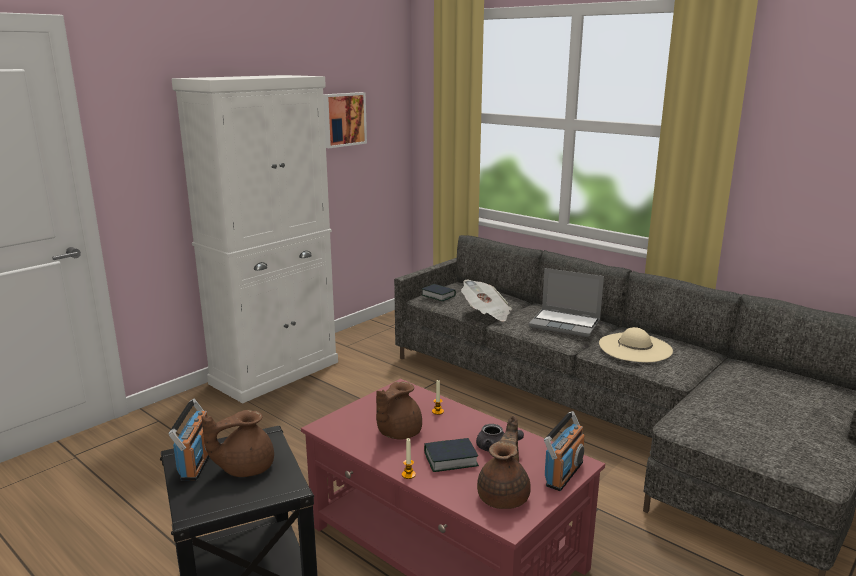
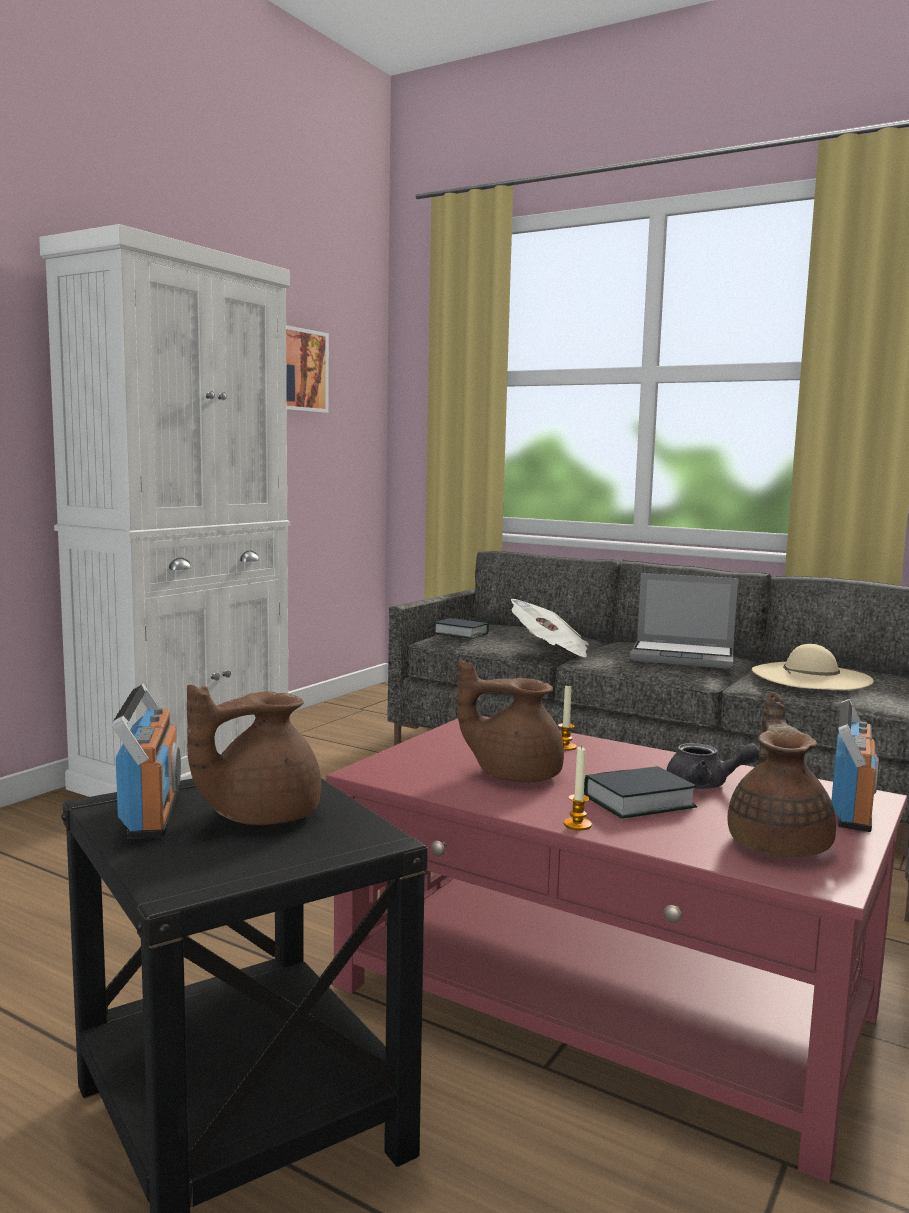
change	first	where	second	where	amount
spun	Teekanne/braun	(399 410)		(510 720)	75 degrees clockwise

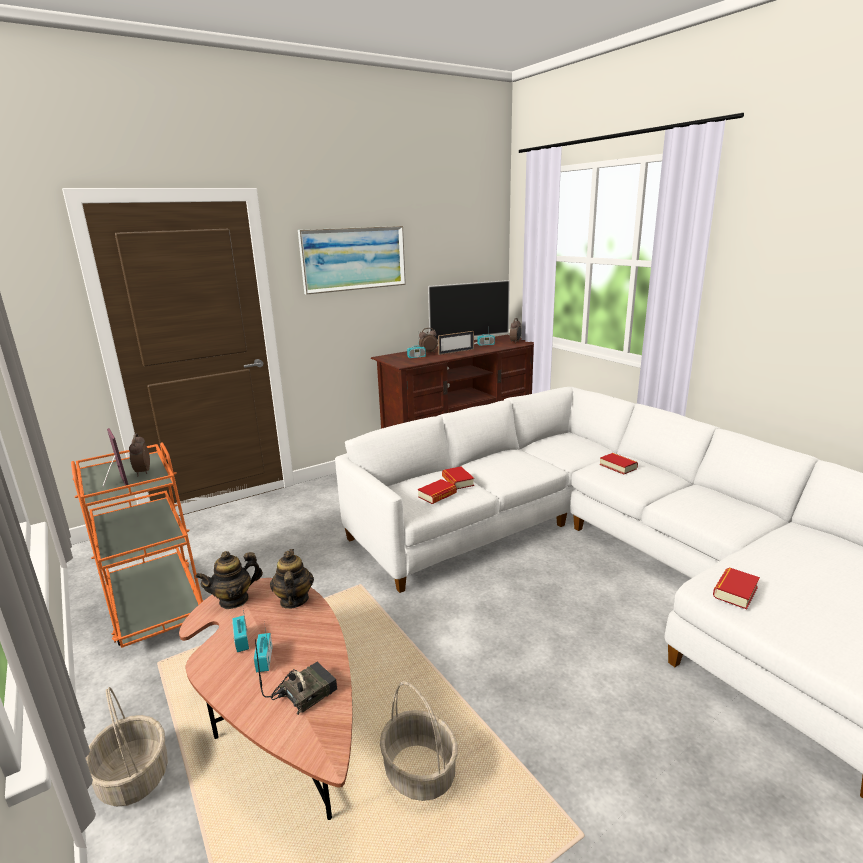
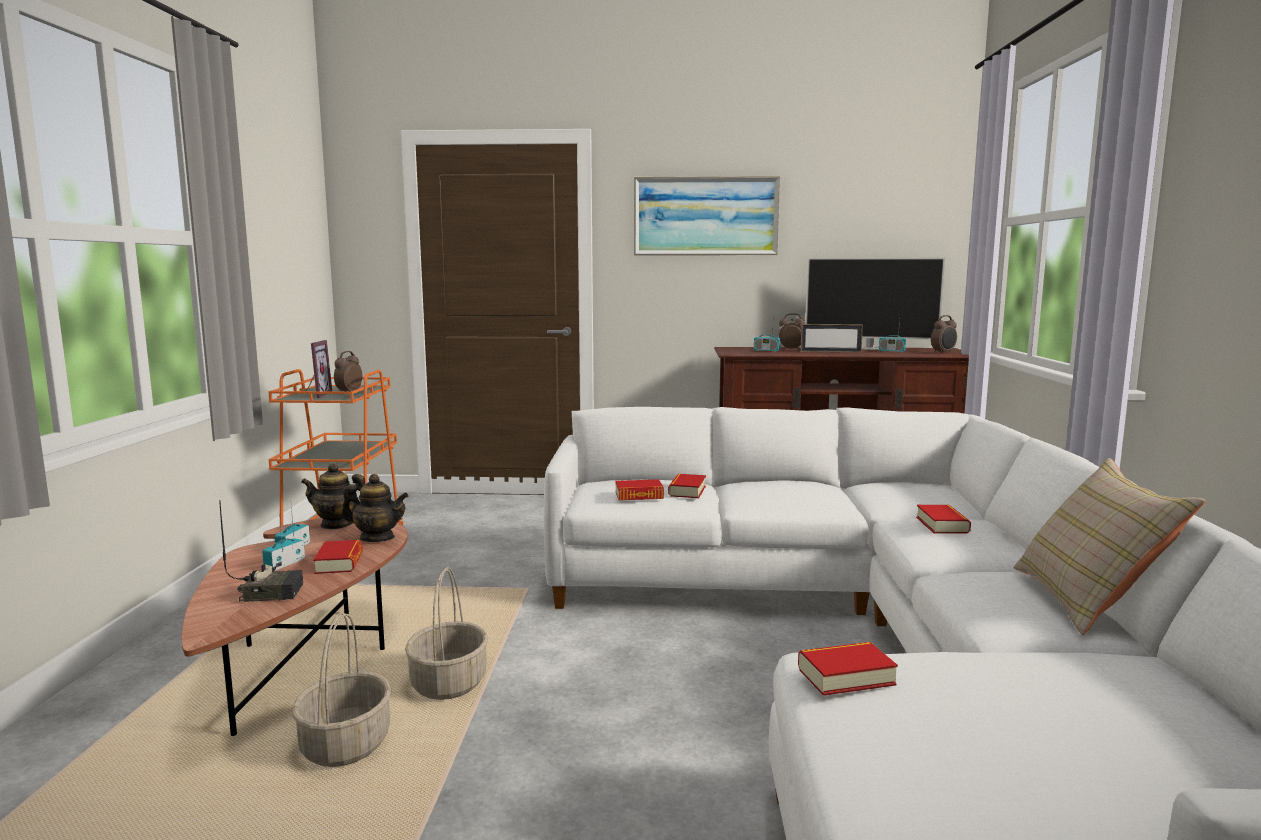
change	first	where	second	where	amount
relocated	Korb	(127 746)		(446 633)	
spun	Teekanne	(292 579)		(375 508)	75 degrees clockwise
appeared			Buch	(338 557)	
appeared			Kissen/beige	(1110 546)	

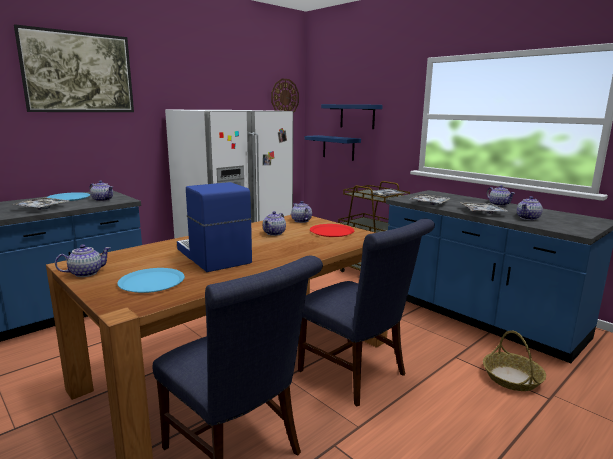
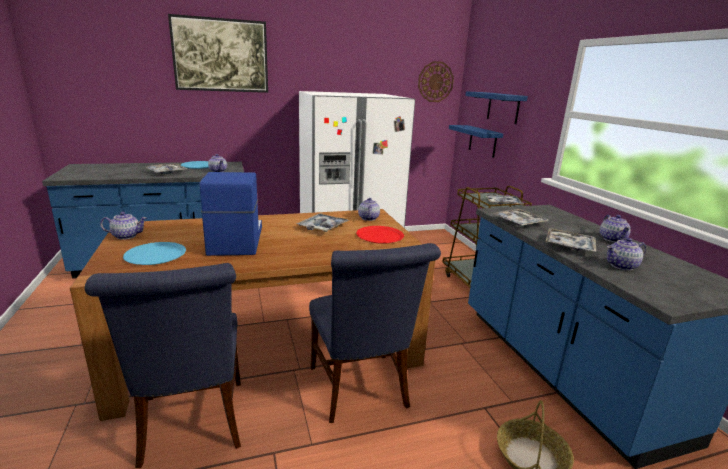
change	first	where	second	where	amount
exchanged	Teekanne	(274 223)	Tablett	(322 222)	

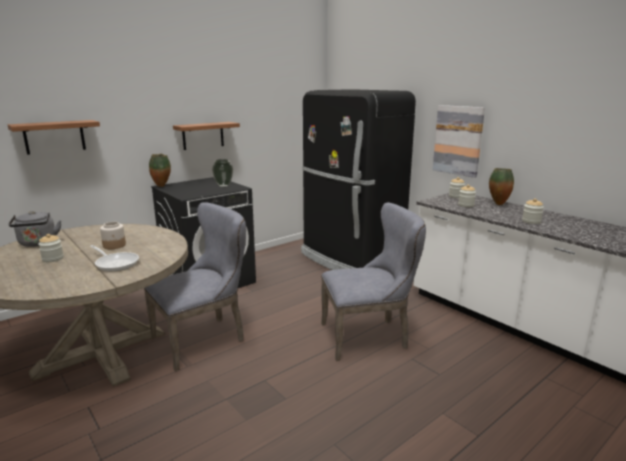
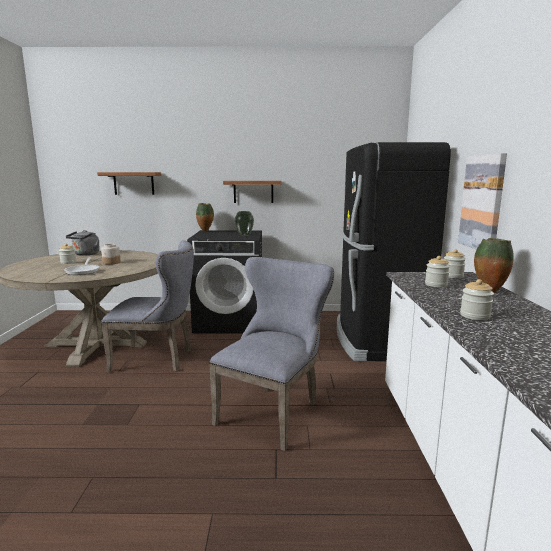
change	first	where	second	where	amount
spun	Stuhl/grau	(373 282)		(271 354)	90 degrees counterclockwise

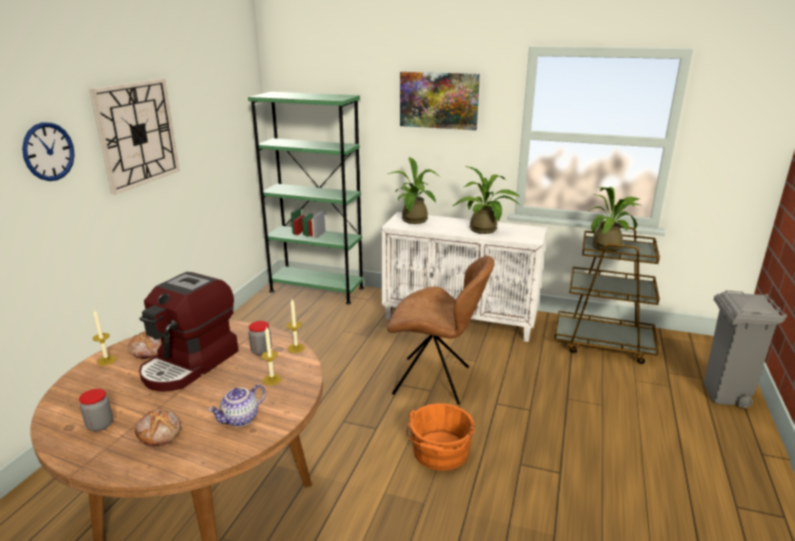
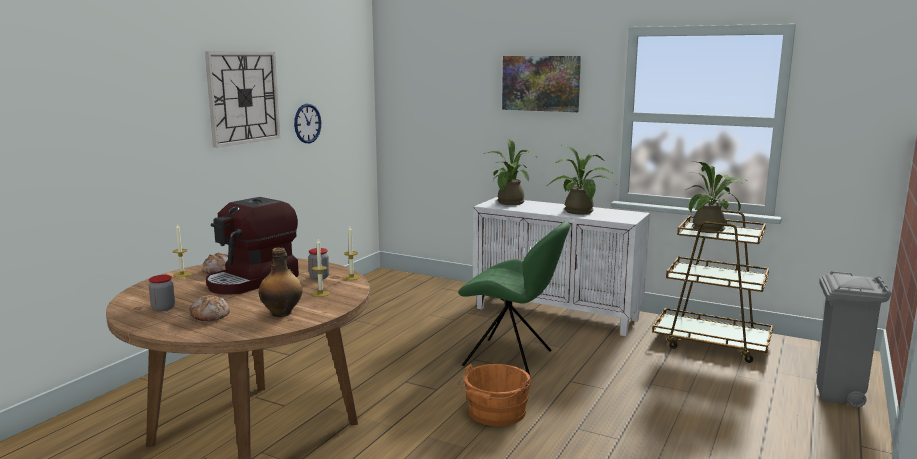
change	first	where	second	where	amount
relocated	Wanduhr	(48 151)		(307 123)	
exchanged	Teekanne	(237 405)	Flasche	(280 282)	
missing	Bücherregal/grün	(306 198)			
colour	Stuhl/braun	(441 330)	Stuhl/grün	(514 299)	

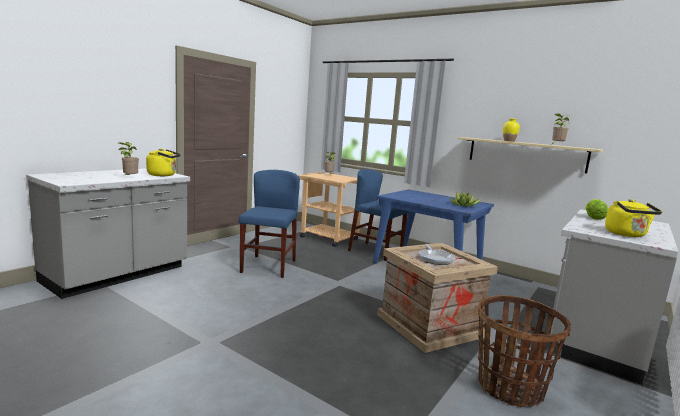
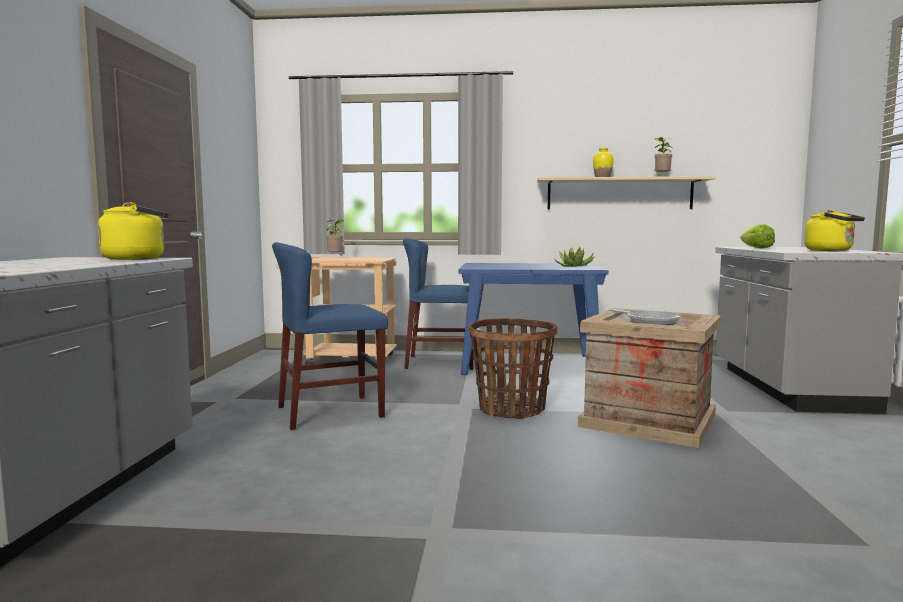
change	first	where	second	where	amount
missing	Topfpflanze	(129 159)			
spun	Stuhl/blau	(269 224)		(330 336)	90 degrees counterclockwise
relocated	Korb	(524 351)		(513 368)	

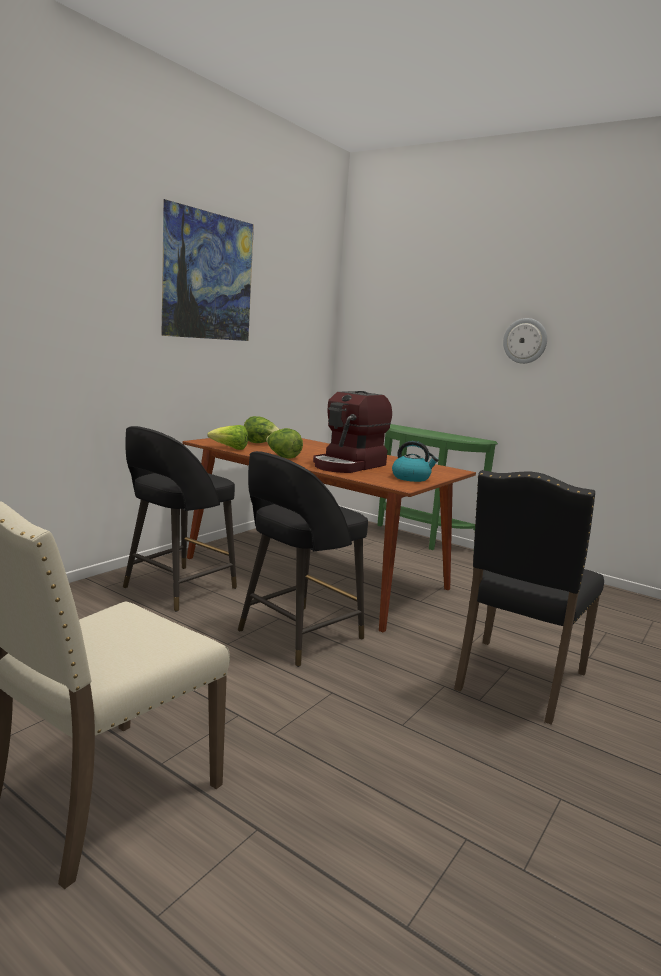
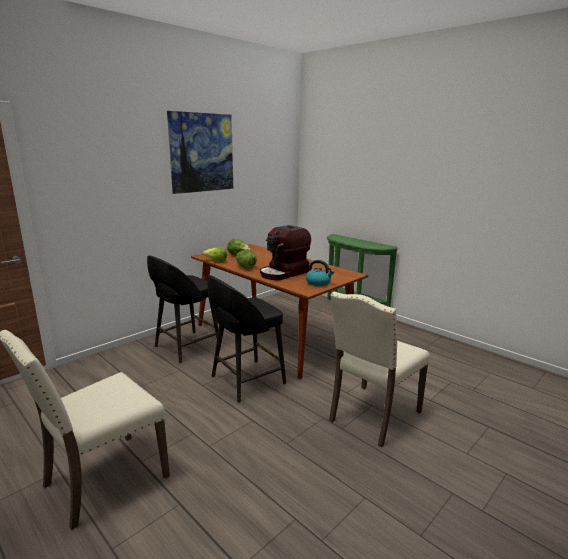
change	first	where	second	where	amount
colour	Stuhl/schwarz	(529 597)	Stuhl/beige	(379 369)	
missing	Wanduhr	(525 341)			

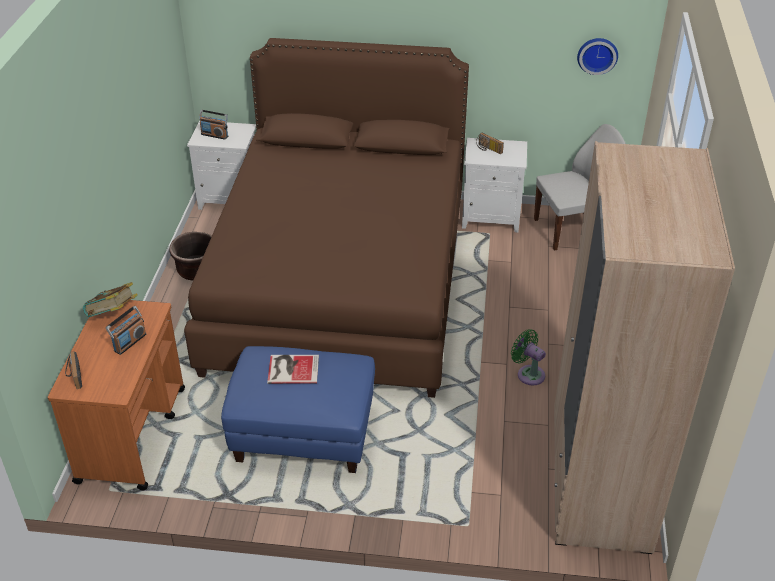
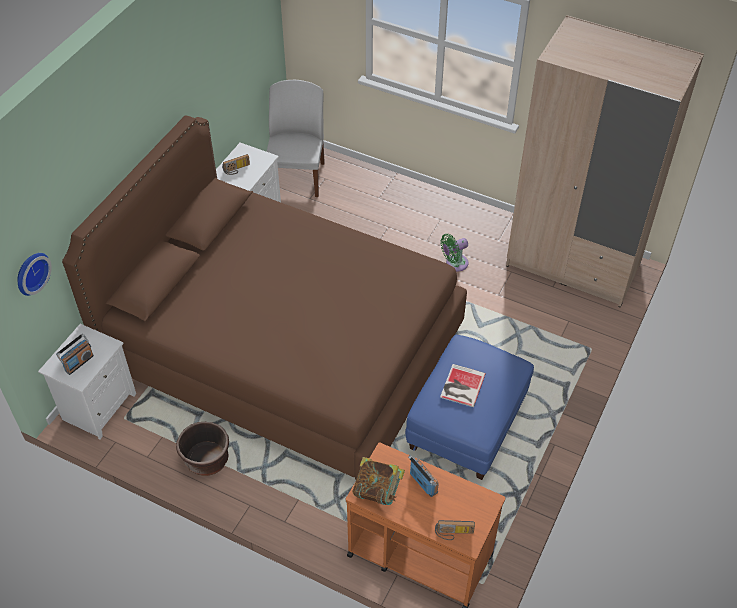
change	first	where	second	where	amount
relocated	Wanduhr	(597 56)		(34 274)	

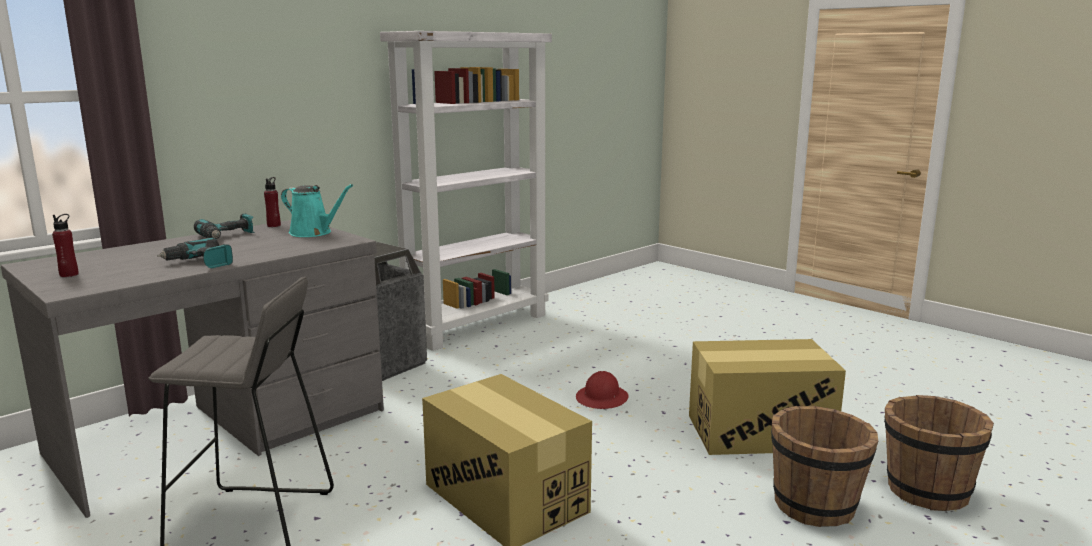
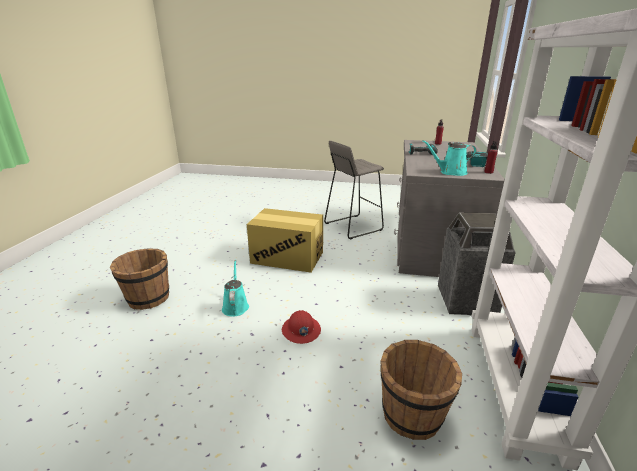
change	first	where	second	where	amount
missing	Karton	(767 397)			
relocated	Eimer/braun	(939 453)		(421 390)	
appeared			Gießkanne/türkis	(235 288)	

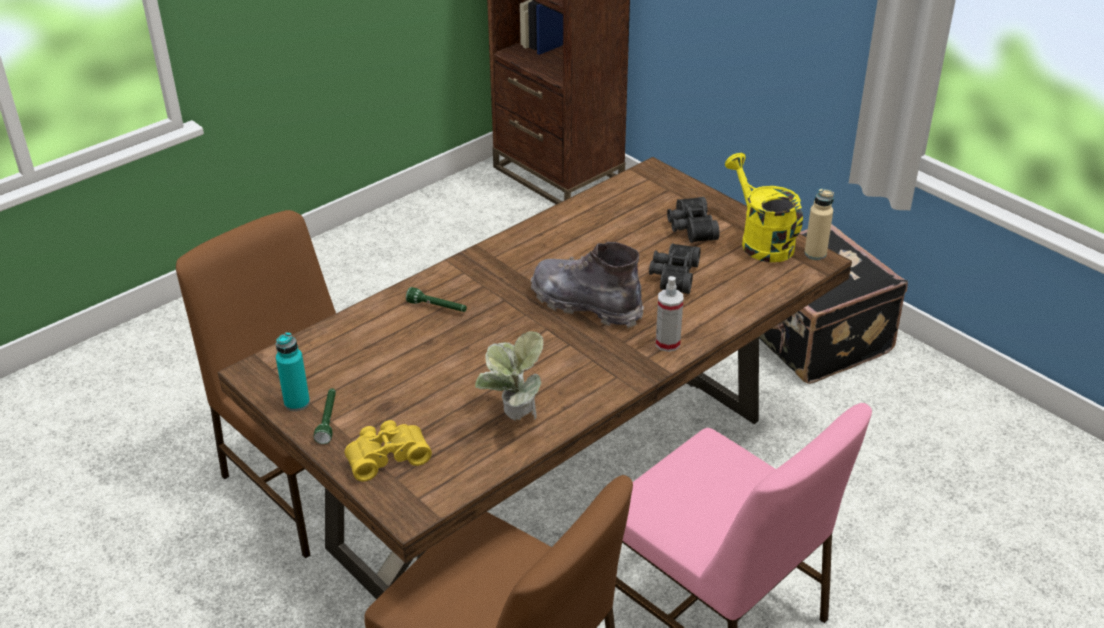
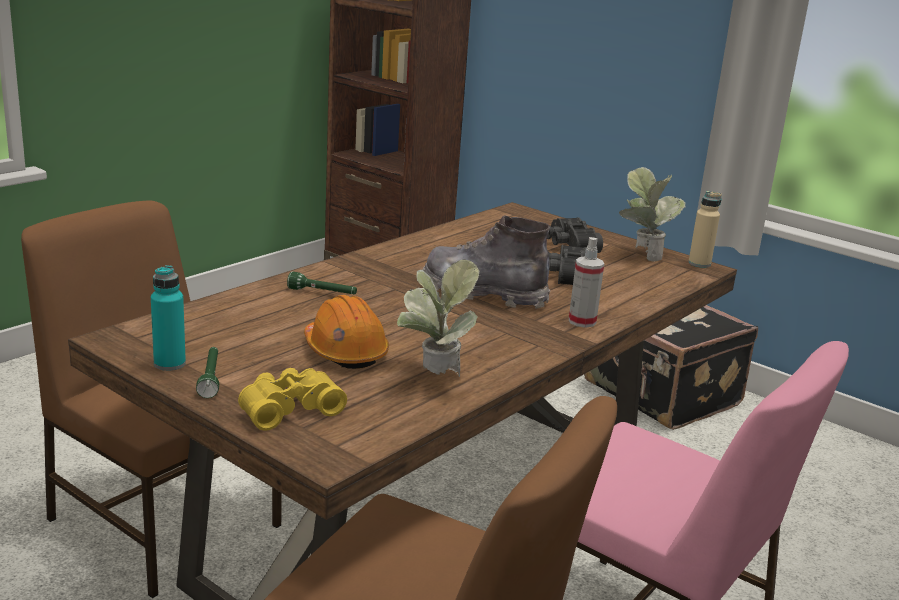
change	first	where	second	where	amount
exchanged	Gießkanne/gelb	(764 207)	Topfpflanze	(652 214)	
appeared			Schutzhelm/orange	(346 332)	

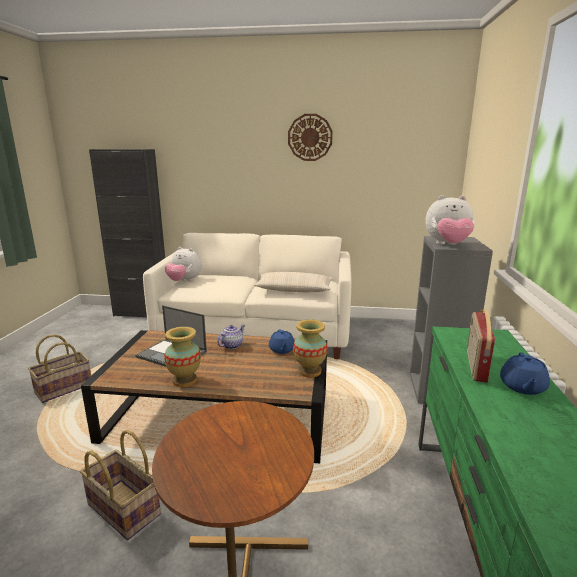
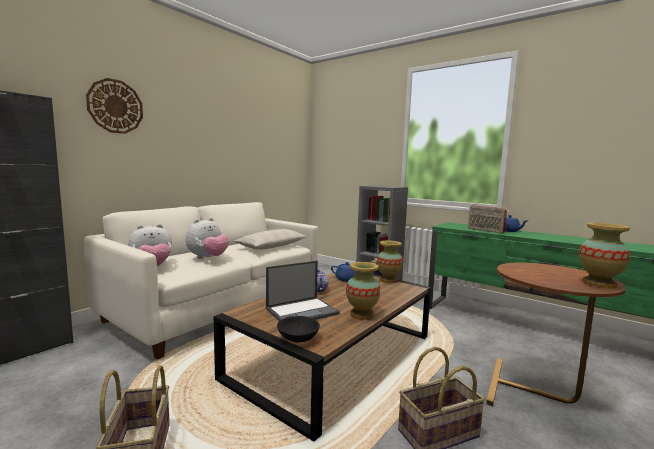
change	first	where	second	where	amount
relocated	Wanduhr	(310 137)		(114 106)	
relocated	Plüschtier	(450 220)		(207 238)	
appeared			Schüssel/schwarz	(298 329)	
appeared			Vase	(604 256)	

